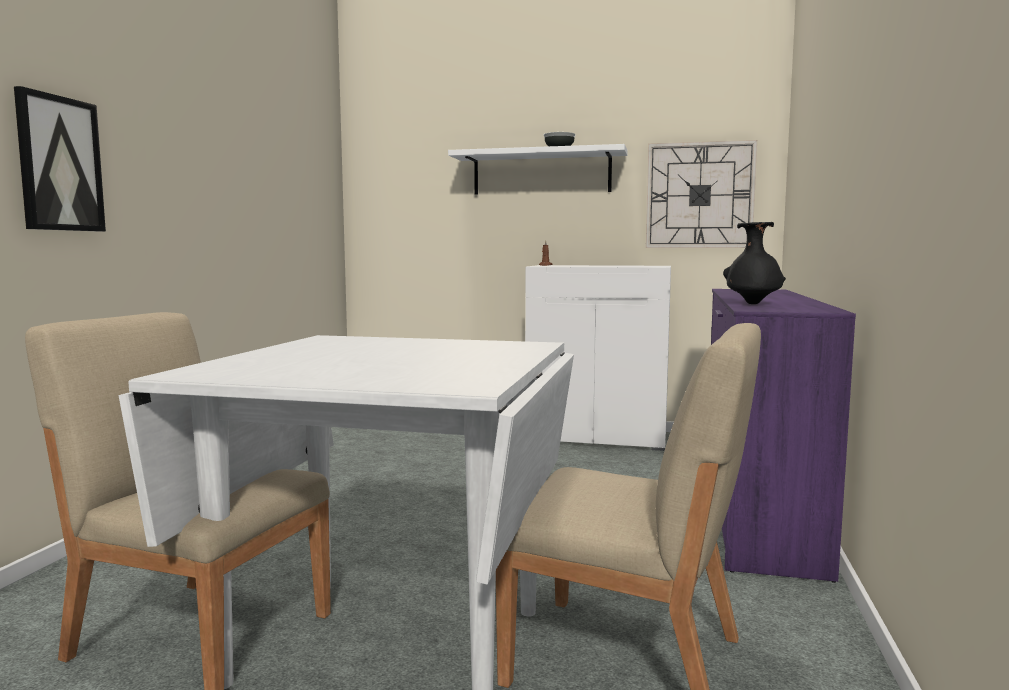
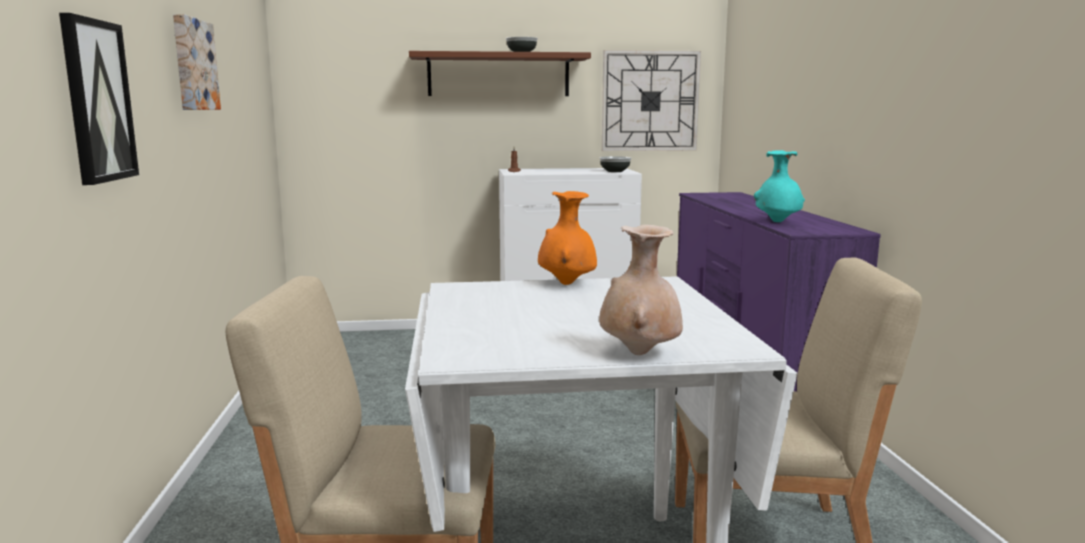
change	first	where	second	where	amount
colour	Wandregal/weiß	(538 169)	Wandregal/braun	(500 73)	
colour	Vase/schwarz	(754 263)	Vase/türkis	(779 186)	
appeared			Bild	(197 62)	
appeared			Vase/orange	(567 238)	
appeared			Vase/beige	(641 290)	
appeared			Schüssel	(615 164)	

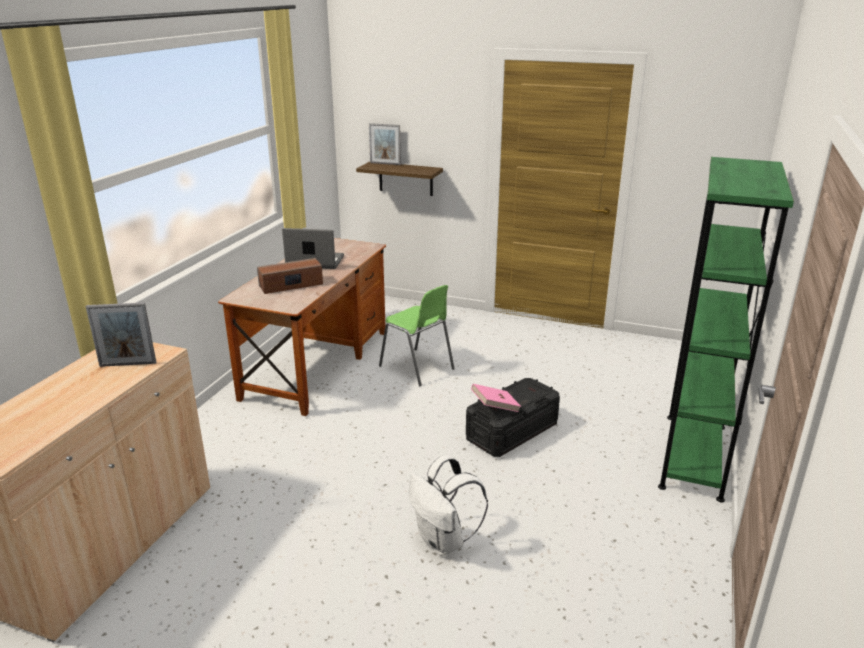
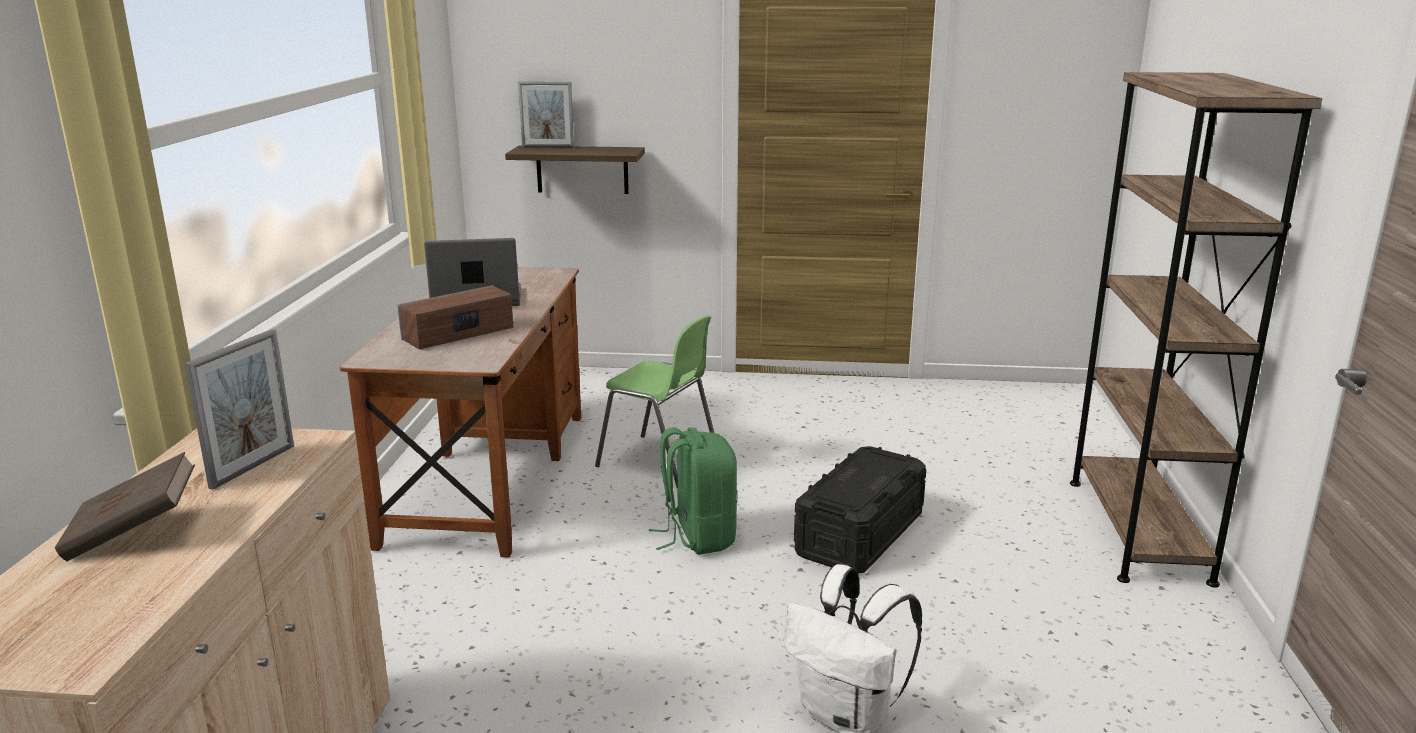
change	first	where	second	where	amount
spun	Bilderrahmen	(121 335)		(239 409)	45 degrees counterclockwise
missing	Buch/rosa	(496 398)			
colour	Bücherregal/grün	(726 330)	Bücherregal/braun	(1196 330)	
appeared			Buch/braun	(125 506)	
appeared			Rucksack/grün	(693 491)	

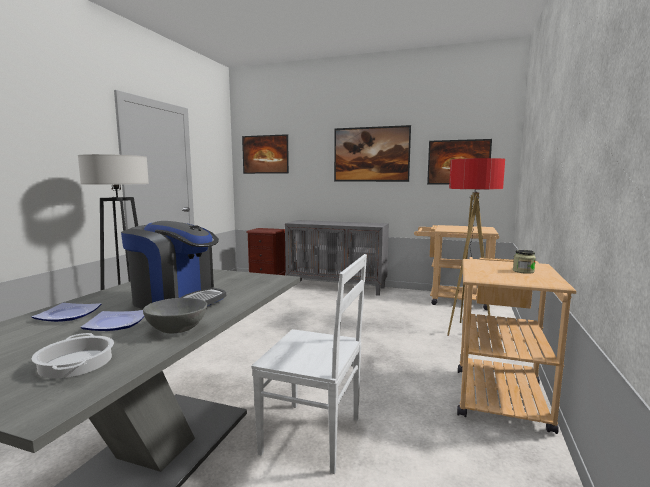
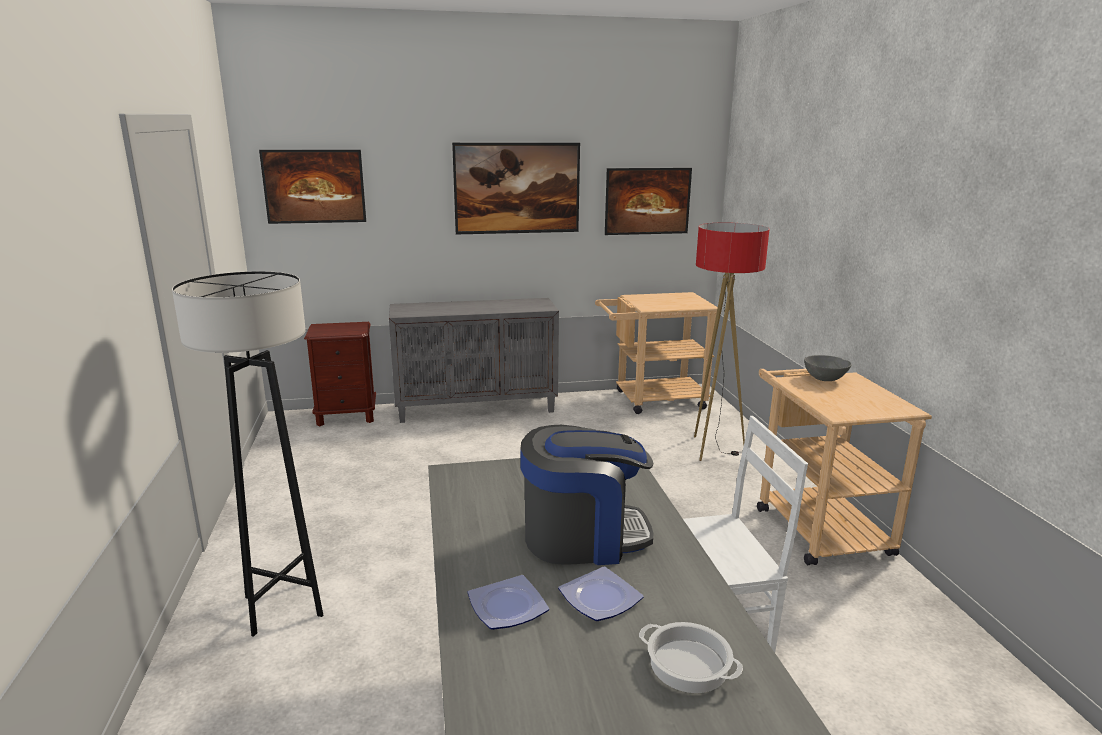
change	first	where	second	where	amount
relocated	Schüssel/grau	(175 315)		(828 368)	
missing	Vorratsglas	(524 262)			

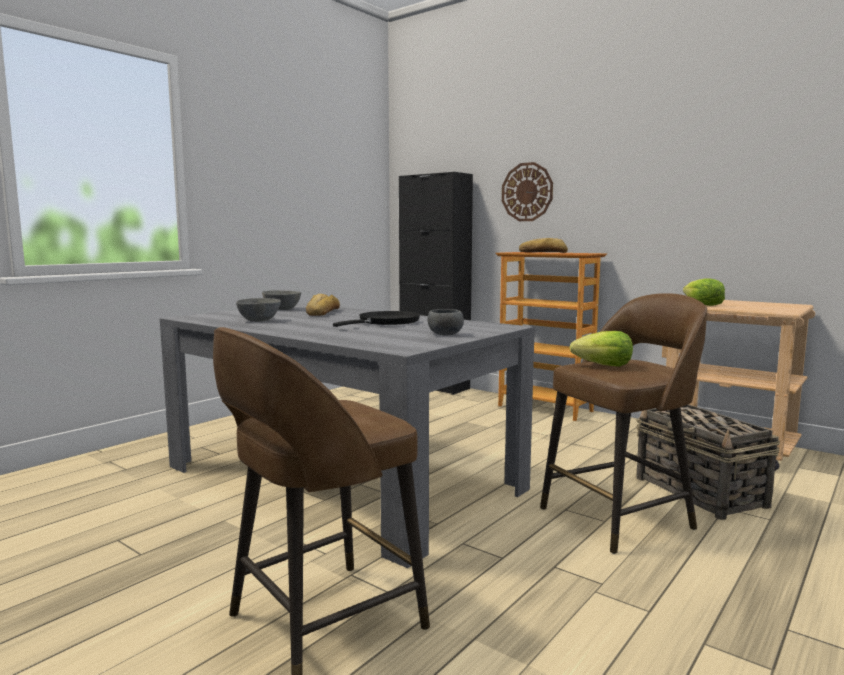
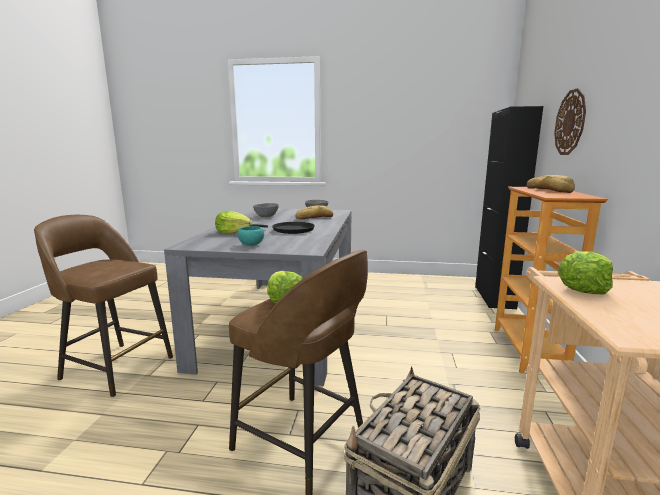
change	first	where	second	where	amount
colour	Schüssel/grau	(445 322)	Schüssel/türkis	(251 236)	
appeared			Salatkopf	(233 222)	

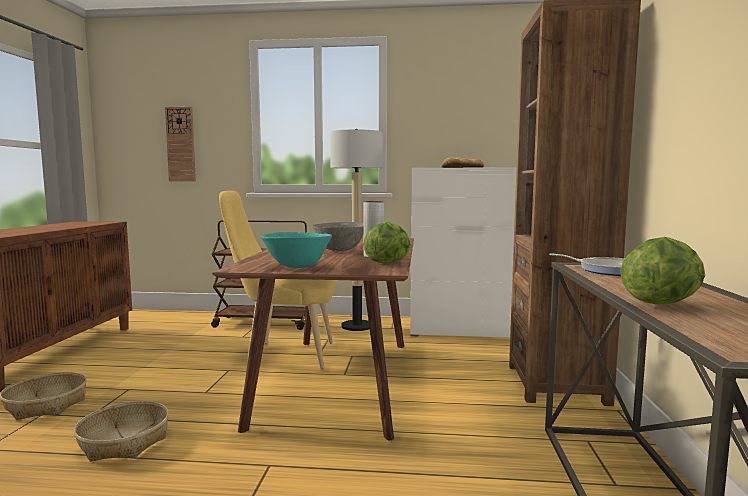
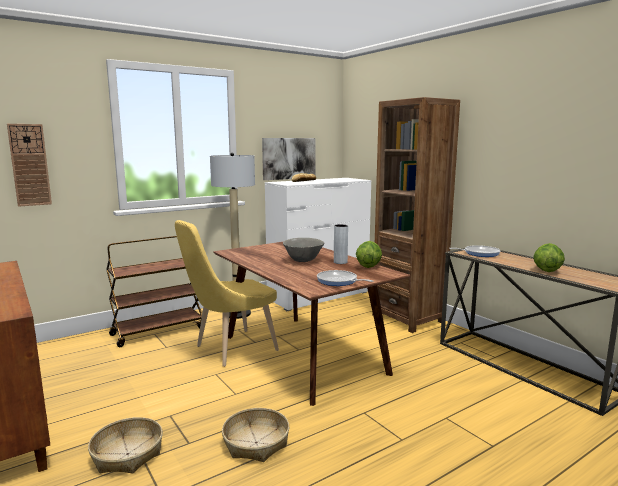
change	first	where	second	where	amount
exchanged	Schüssel/türkis	(296 250)	Pfanne	(345 278)	
appeared			Bild	(289 159)	

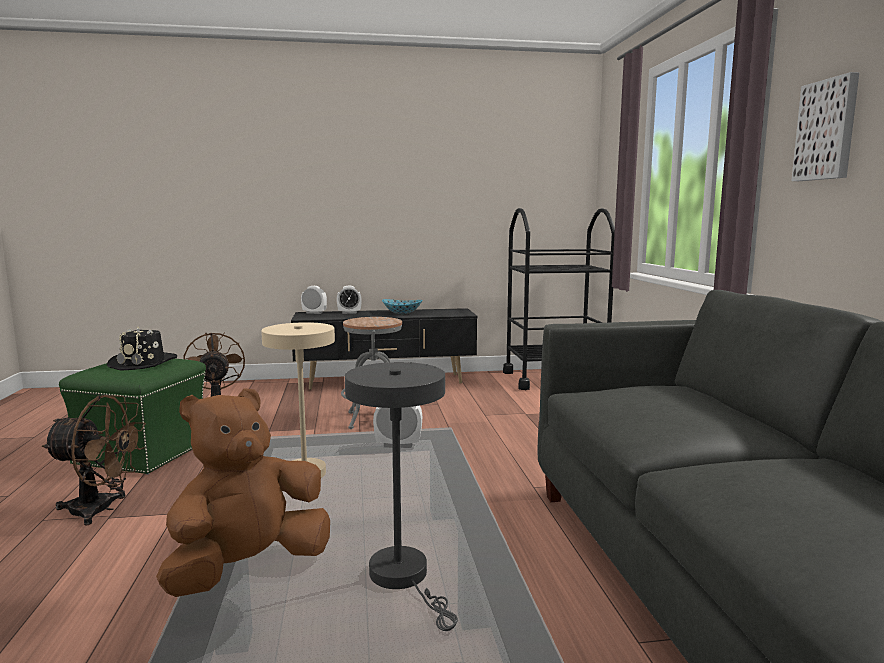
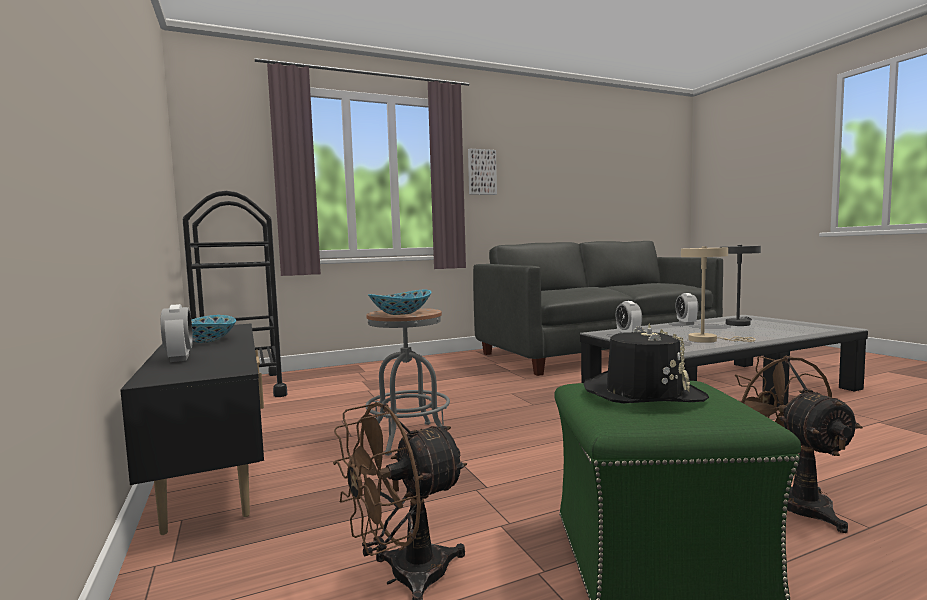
change	first	where	second	where	amount
missing	Plüschtier/braun	(243 492)			
relocated	Wecker	(314 300)		(687 309)	
appeared			Schüssel	(400 302)	

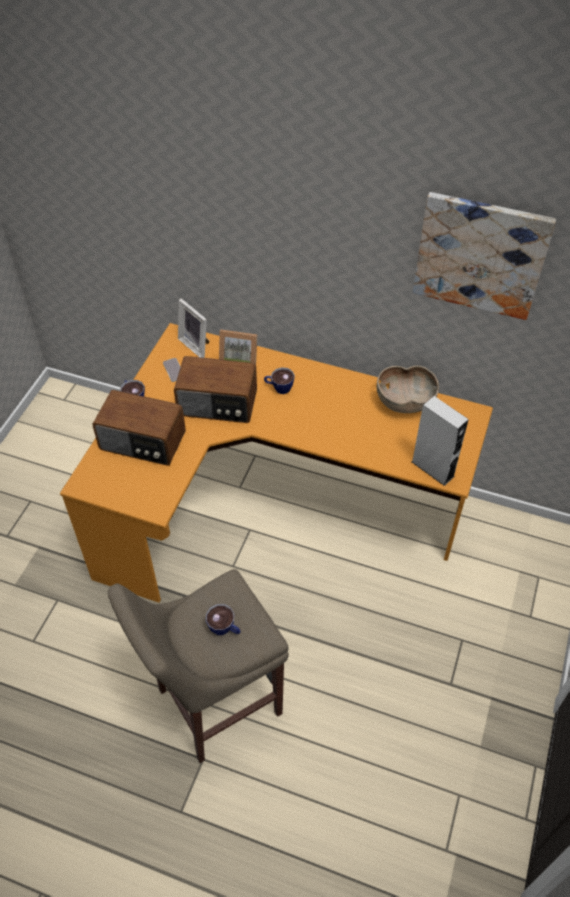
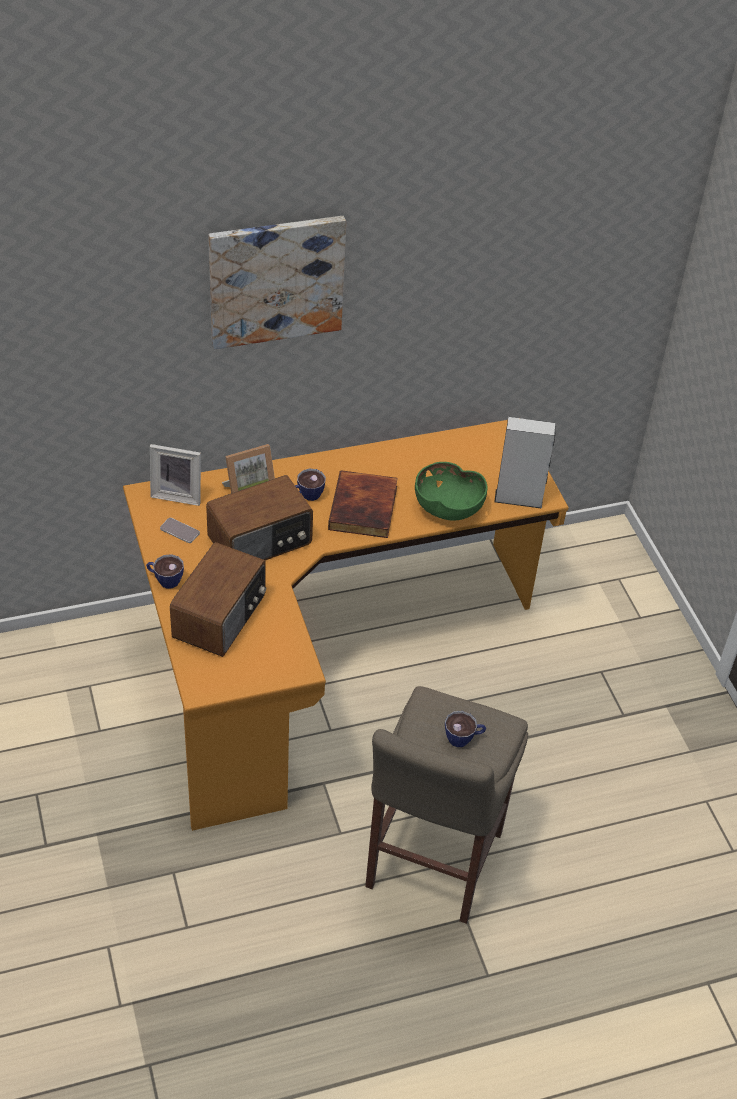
change	first	where	second	where	amount
spun	Radio	(139 428)		(218 599)	45 degrees counterclockwise
missing	Schüssel/braun	(408 389)			
relocated	Bild	(484 256)		(277 282)	
appeared			Buch	(363 504)	
appeared			Schüssel/grün	(451 491)	

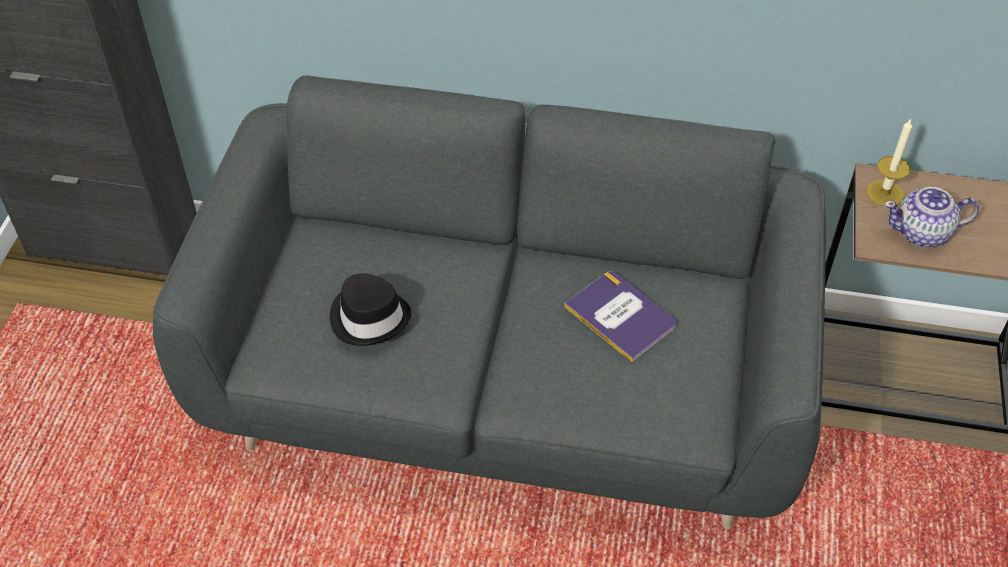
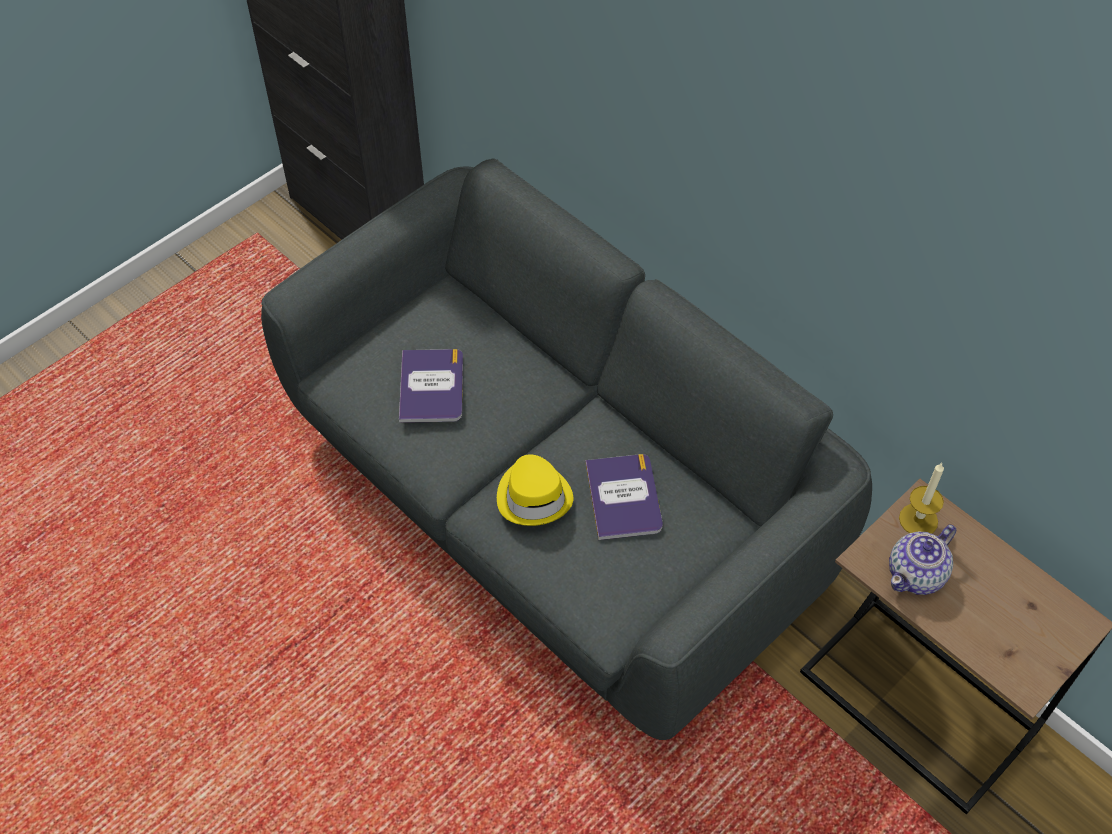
change	first	where	second	where	amount
exchanged	Hut/schwarz	(370 309)	Buch	(431 386)	
spun	Teekanne	(931 217)		(922 559)	75 degrees counterclockwise
appeared			Hut/gelb	(535 490)	

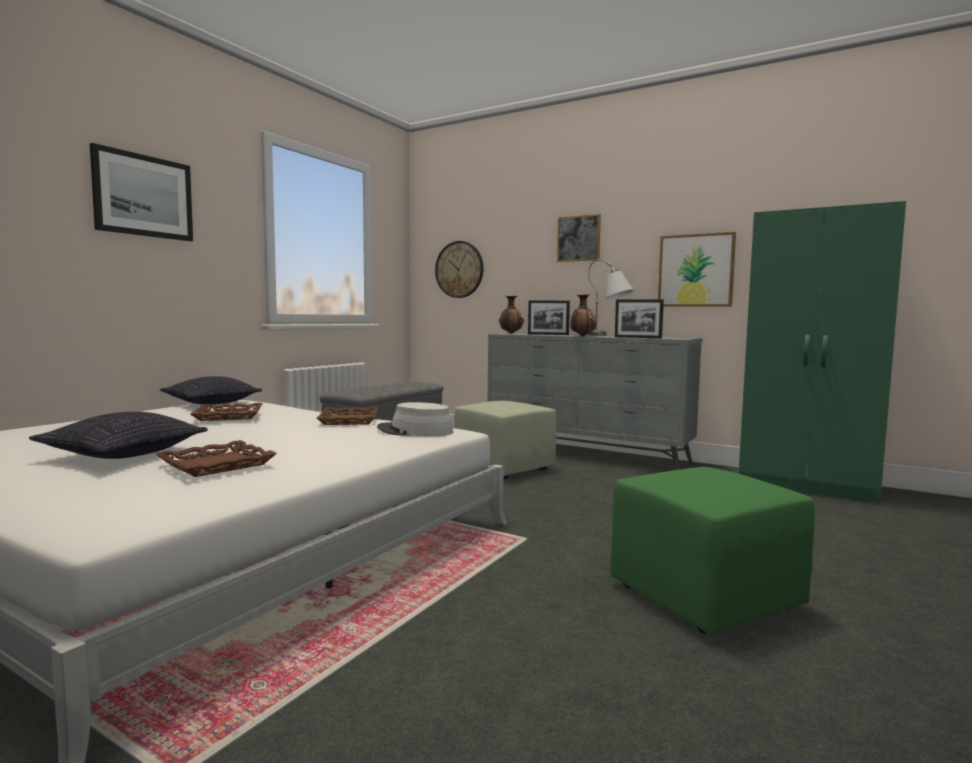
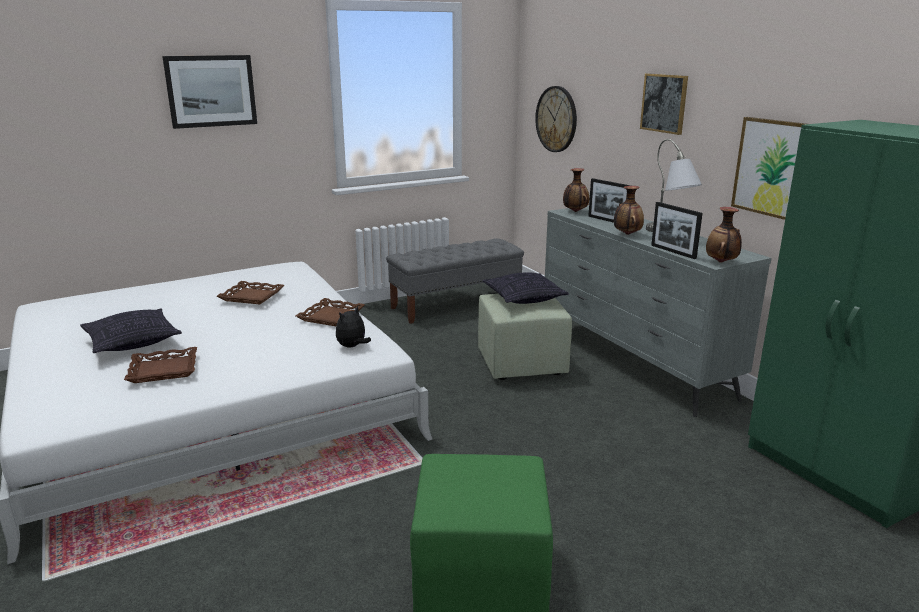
change	first	where	second	where	amount
relocated	Kissen	(210 390)		(526 288)	
exchanged	Hut/grau	(415 419)	Plüschtier	(353 327)	
appeared			Vase	(724 235)	

